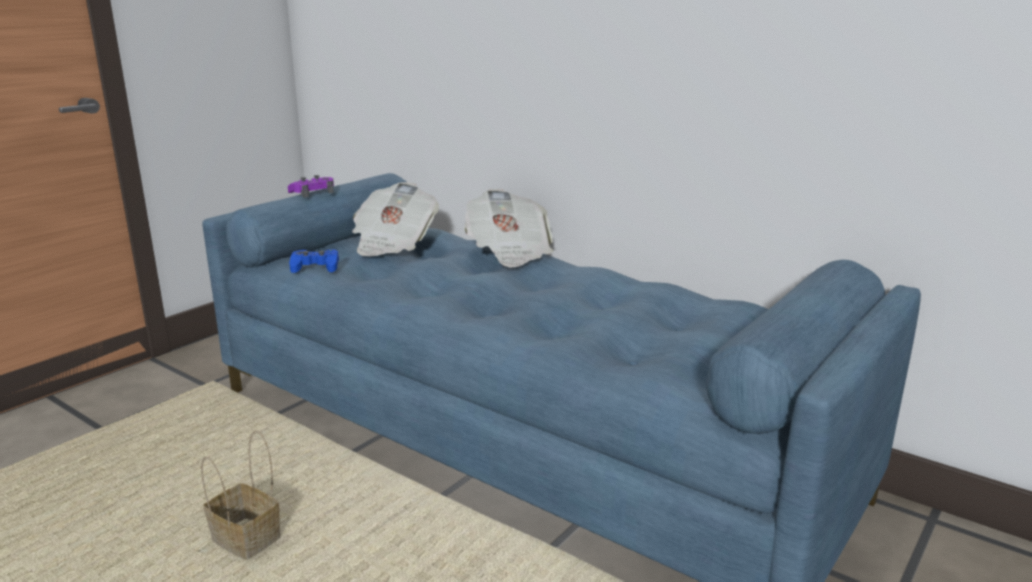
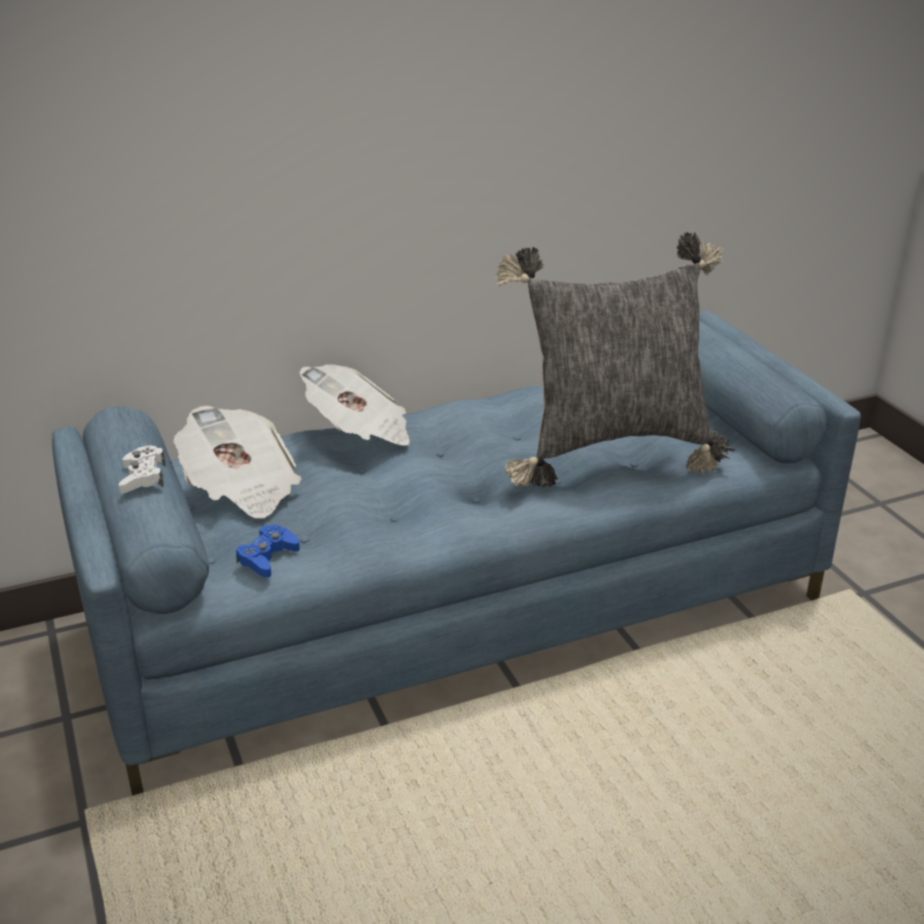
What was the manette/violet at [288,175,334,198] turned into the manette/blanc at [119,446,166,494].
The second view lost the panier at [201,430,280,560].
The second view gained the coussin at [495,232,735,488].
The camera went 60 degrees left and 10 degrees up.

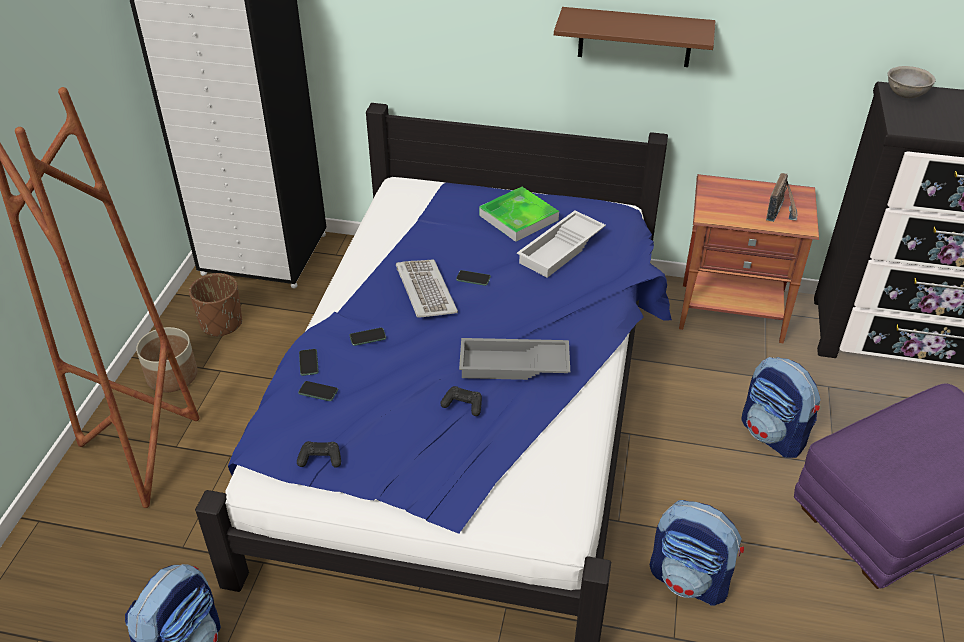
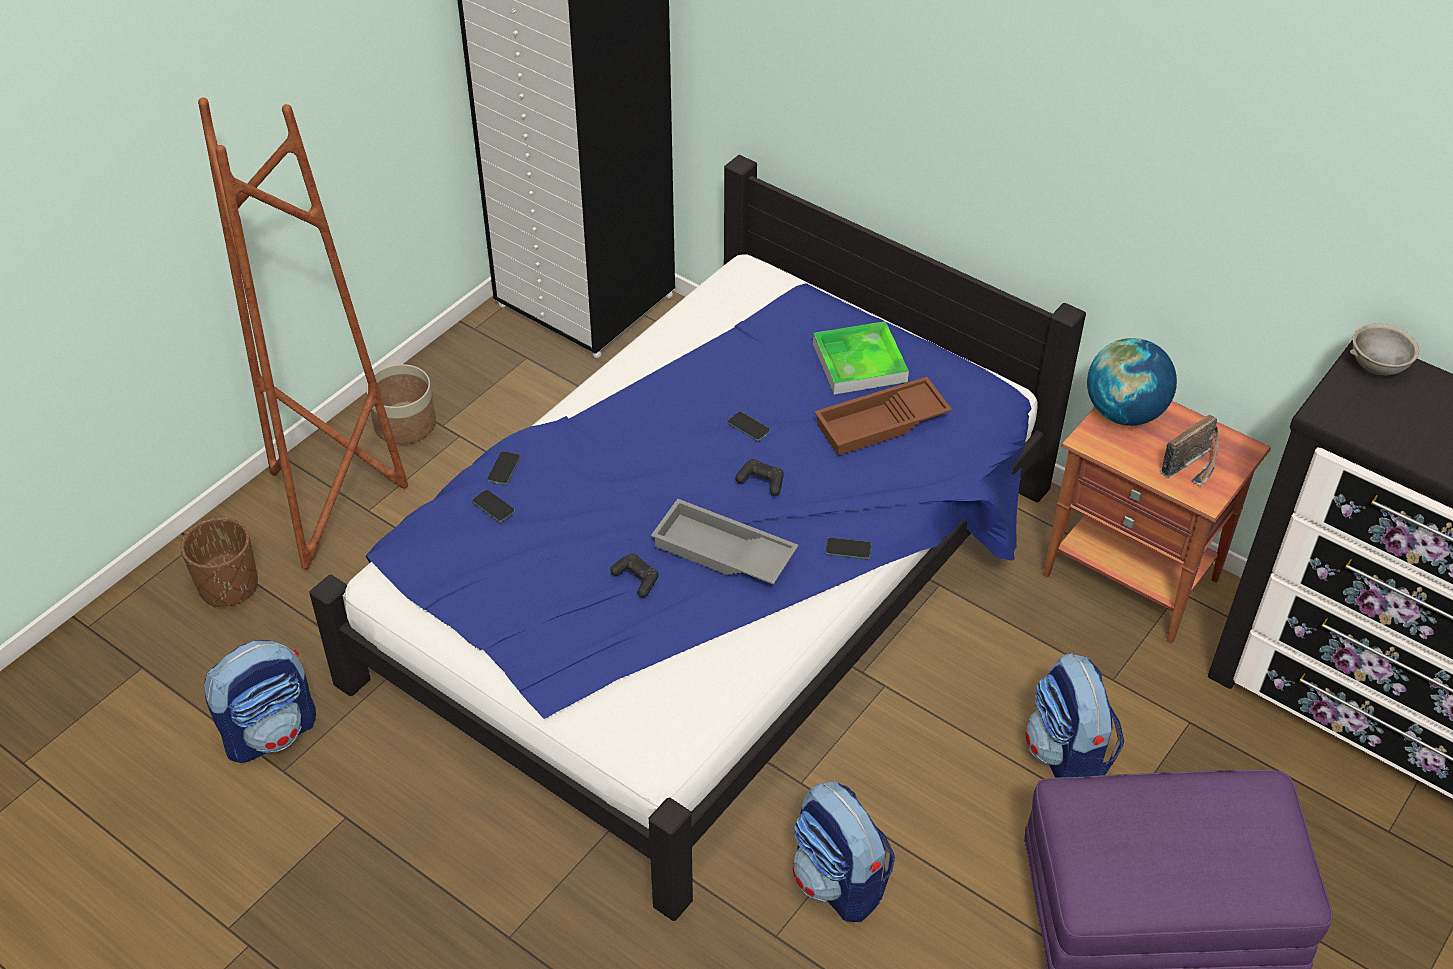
The second view lost the étagère/marron at [554,7,715,67].
What was the plateau/blanc at [517,211,606,278] turned into the plateau/marron at [814,377,952,456].
The second view lost the clavier at [396,259,458,318].
The cache-pot/marron ended up elsewhere, having gone from [189,273,242,338] to [180,517,258,607].
The téléphone ended up elsewhere, having gone from [349,328,386,346] to [825,537,872,559].
The manette/noir ended up elsewhere, having gone from [297,441,341,467] to [735,459,784,496].
The second view gained the globe at [1087,338,1177,426].
The camera went 25 degrees right and 5 degrees up.

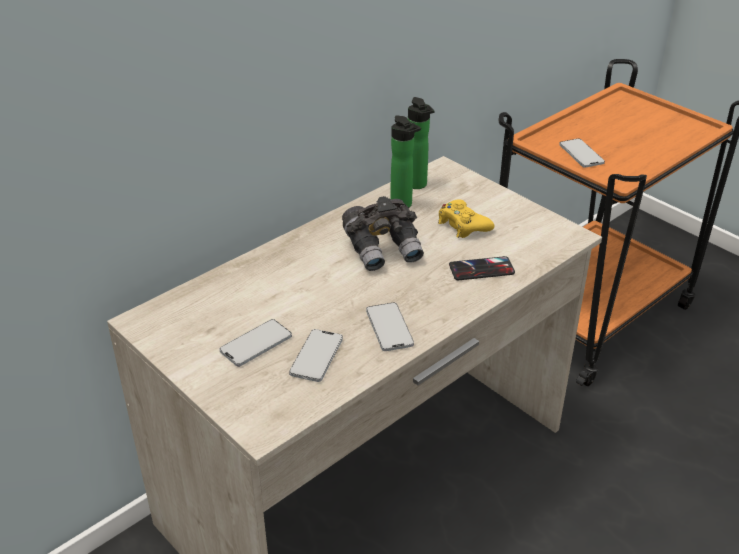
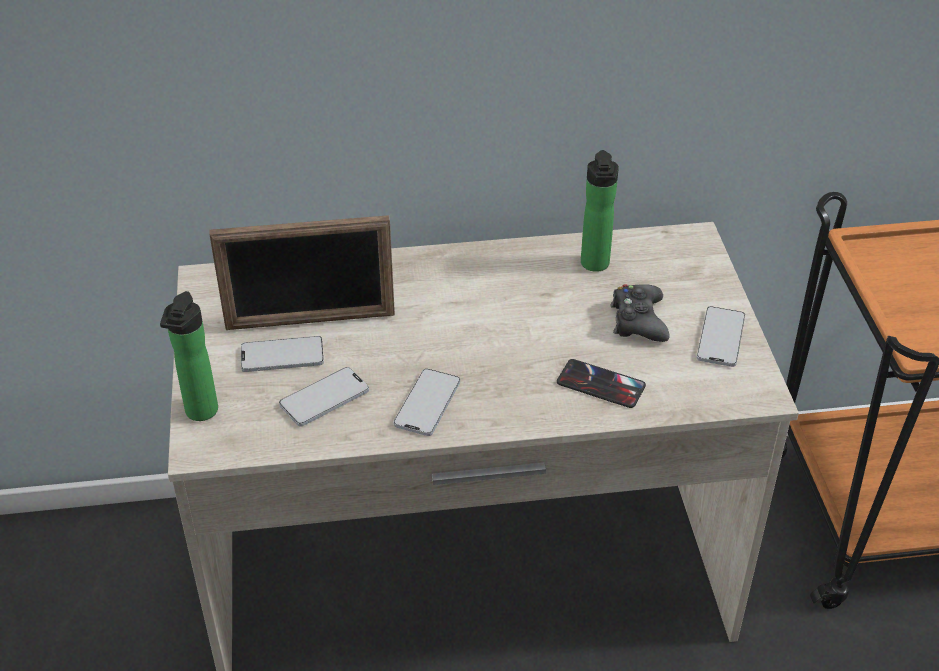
The bouteille ended up elsewhere, having gone from [408,97,435,189] to [160,291,218,421].
The téléphone ended up elsewhere, having gone from [559,138,605,168] to [697,306,745,367].
The second view lost the jumelles/gris at [342,196,424,271].
What was the manette/jaune at [438,199,494,238] turned into the manette/noir at [610,284,670,342].
The second view gained the cadre photo at [209,215,395,330].
The camera went 35 degrees right and 5 degrees up.

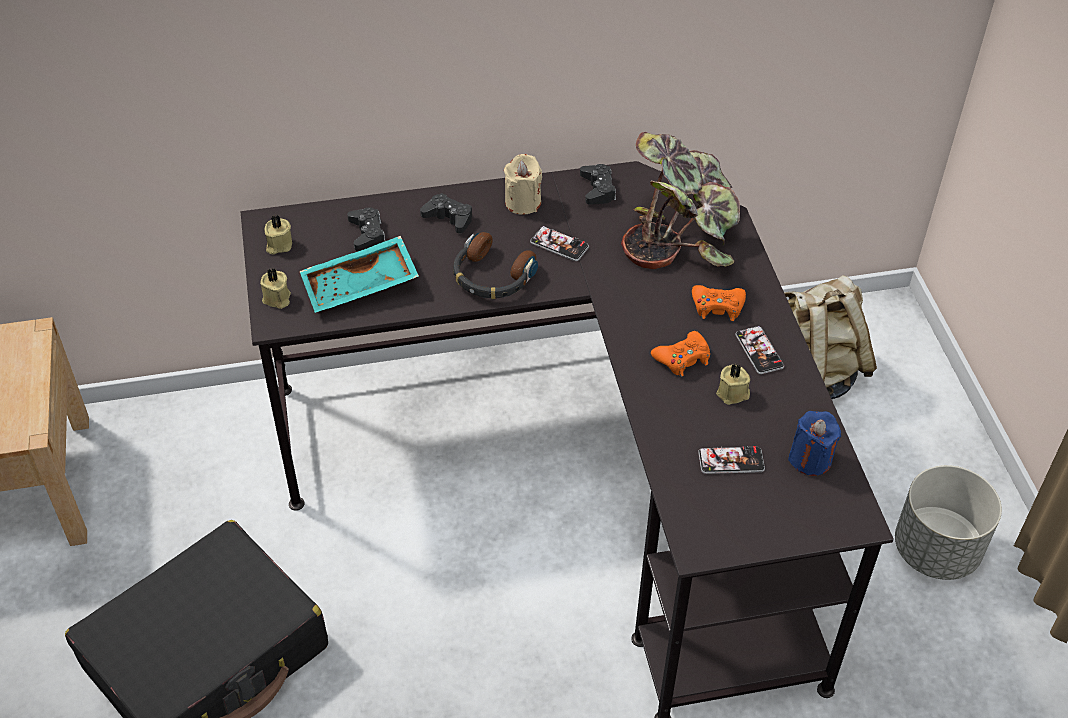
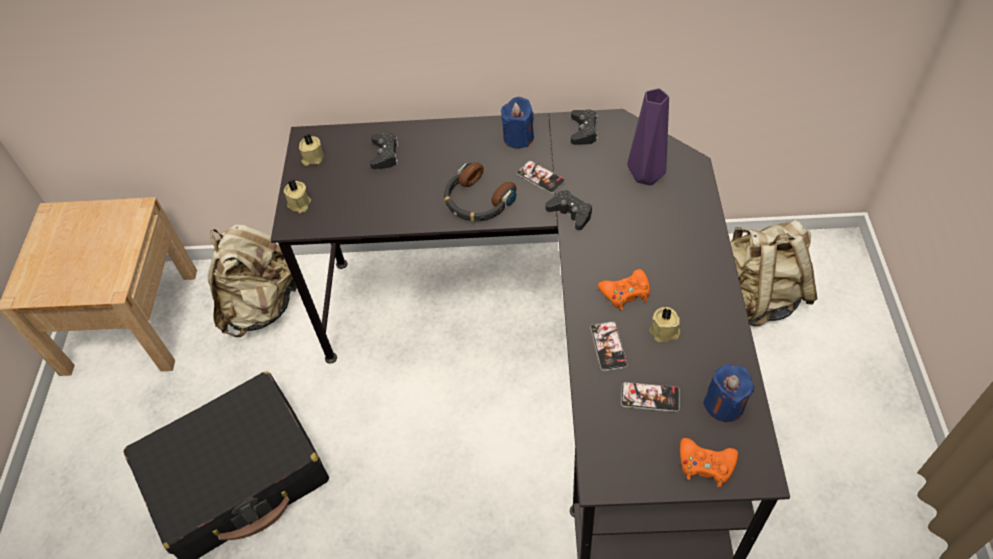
Where the plante en pot stood at [621,132,740,269], the vase/violet came to stand at [627,88,669,185].
What was the bougie/beige at [504,154,542,215] turned into the bougie/bleu at [501,97,534,148].
The manette/noir ended up elsewhere, having gone from [420,193,472,233] to [545,190,592,230].
The second view lost the plateau/turquoise at [300,236,419,313].
The manette/orange ended up elsewhere, having gone from [692,285,746,321] to [680,438,738,487].
The téléphone ended up elsewhere, having gone from [735,326,784,374] to [590,321,628,371].
The second view lost the cache-pot/gris at [895,465,1002,580].
The second view gained the sac à dos/beige at [208,224,297,337].
The camera went 15 degrees right and 5 degrees up.

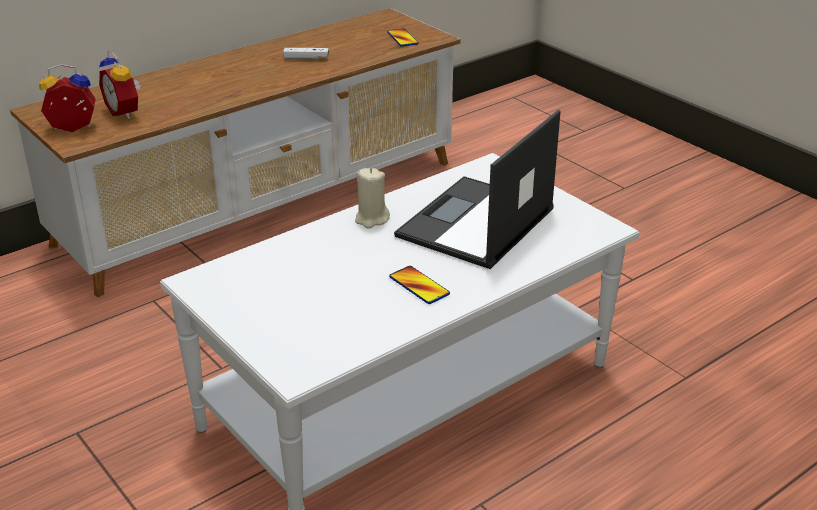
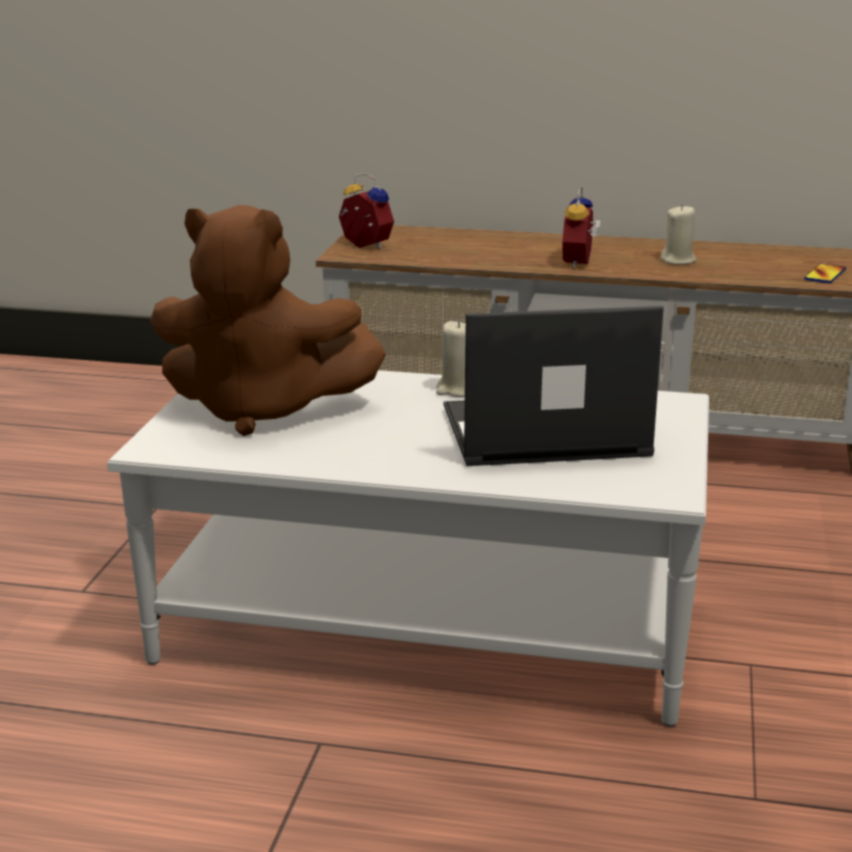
Where the manette/blanc stood at [283,48,329,59], the bougie/beige came to stand at [660,204,696,265].
The réveil ended up elsewhere, having gone from [99,51,141,119] to [562,187,601,268].
The second view lost the téléphone at [389,266,450,304].
The second view gained the peluche/marron at [150,205,386,436].
The camera went 50 degrees right and 10 degrees down.

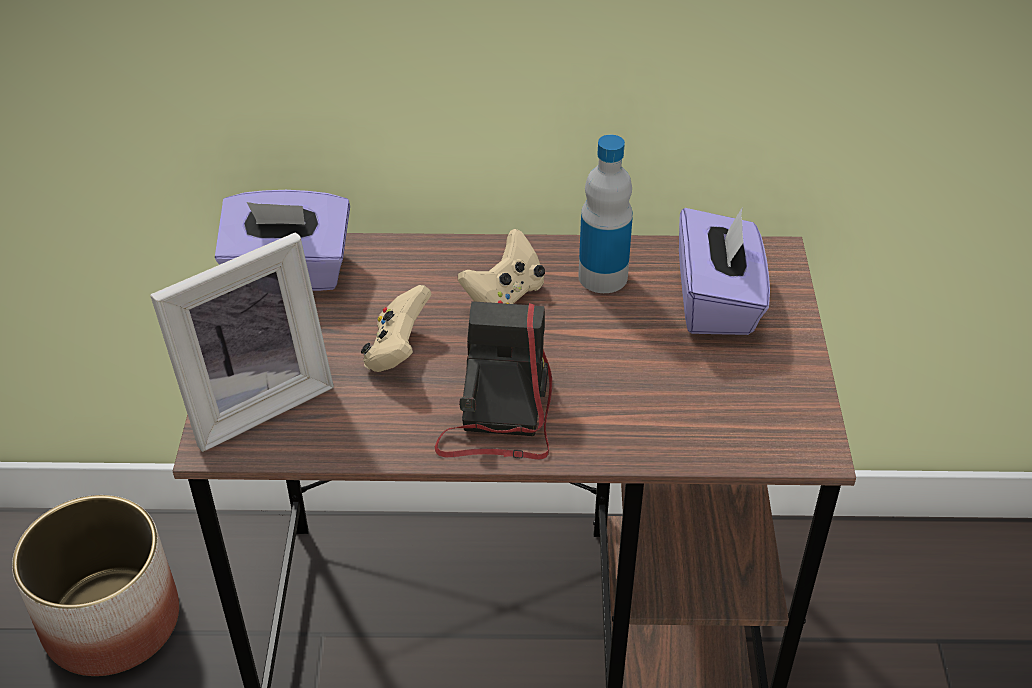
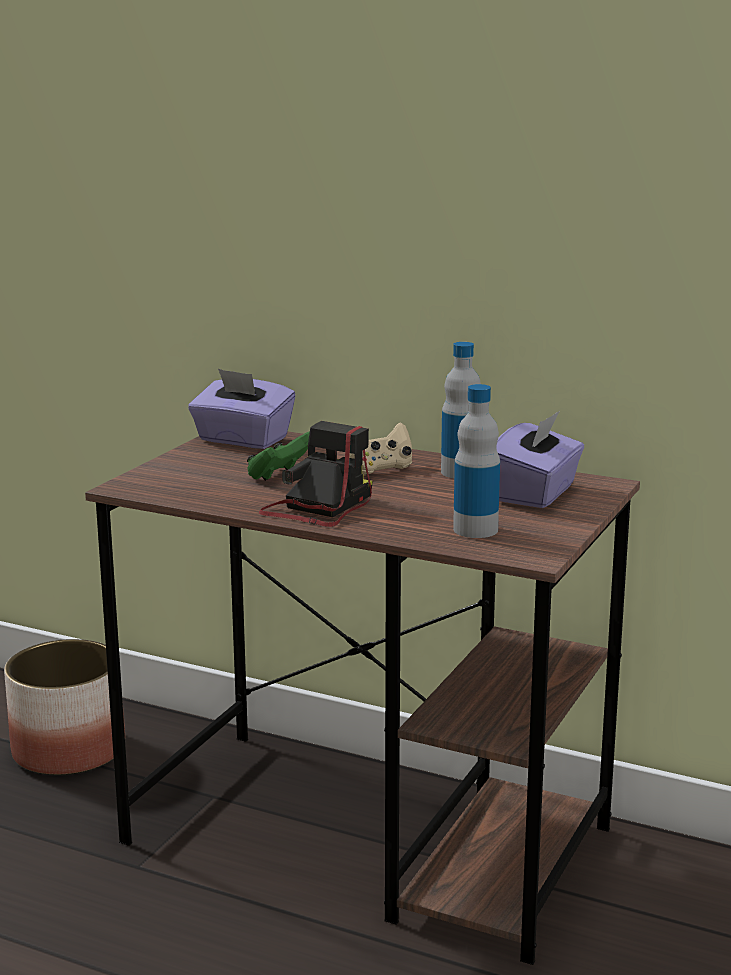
The second view lost the cadre photo at [150,232,334,452].
What was the manette/beige at [361,285,432,372] turned into the manette/vert at [247,432,310,481].
The second view gained the bouteille at [453,384,500,538].
The camera went 25 degrees right and 25 degrees down.

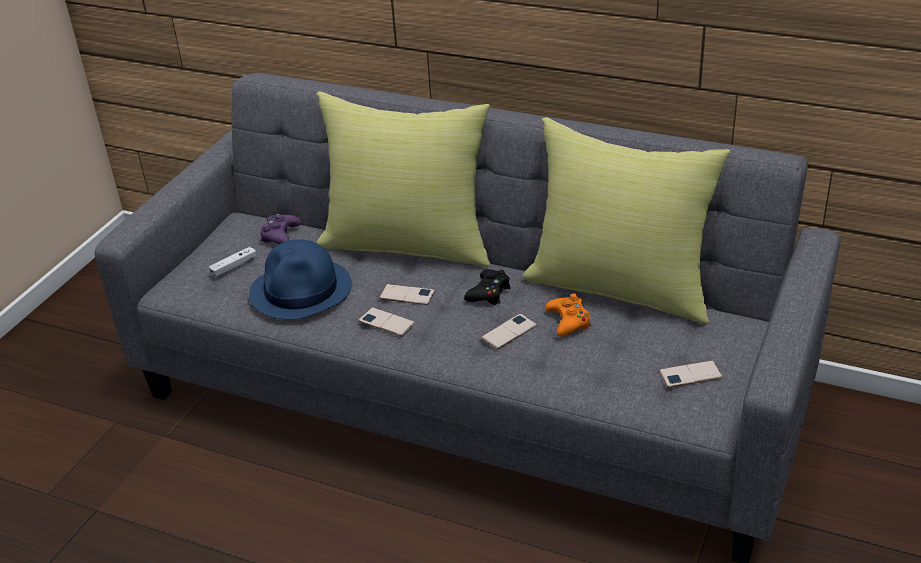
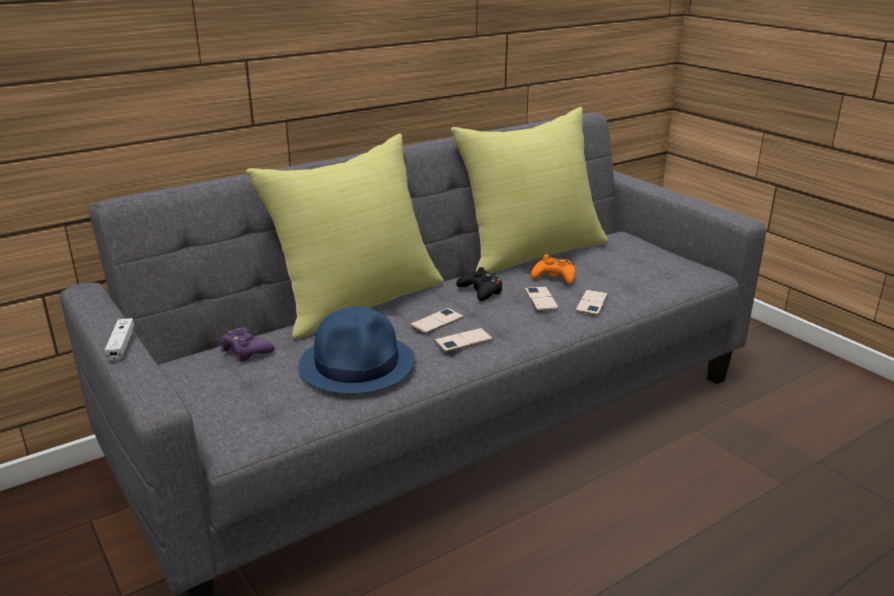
The manette/blanc ended up elsewhere, having gone from [209,247,257,278] to [105,318,134,361].
The téléphone ended up elsewhere, having gone from [659,361,723,388] to [575,290,608,315].
The camera went 60 degrees left and 10 degrees down.

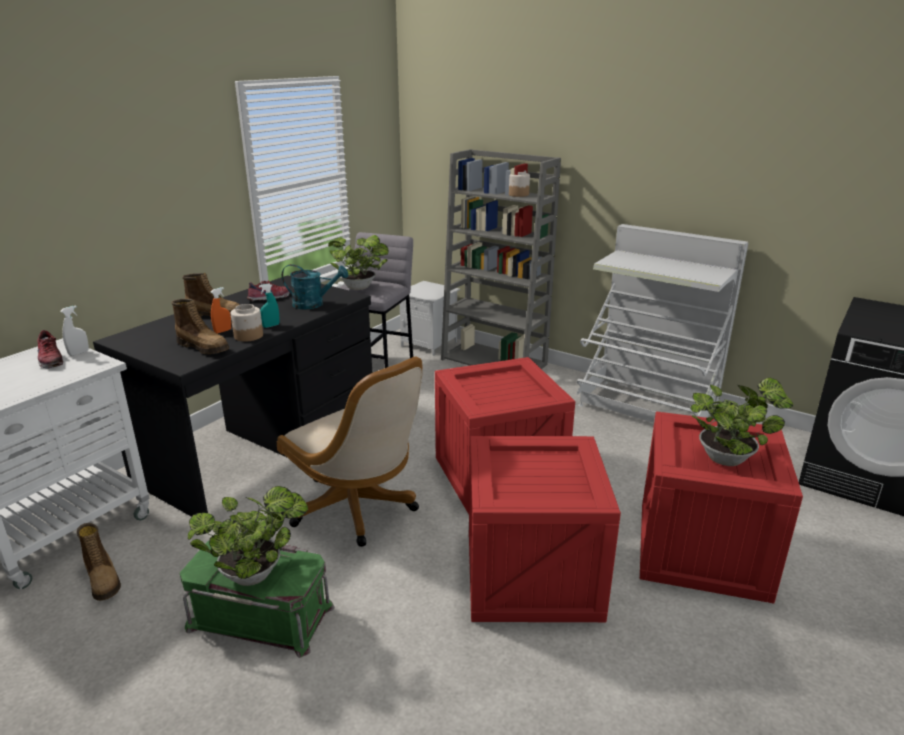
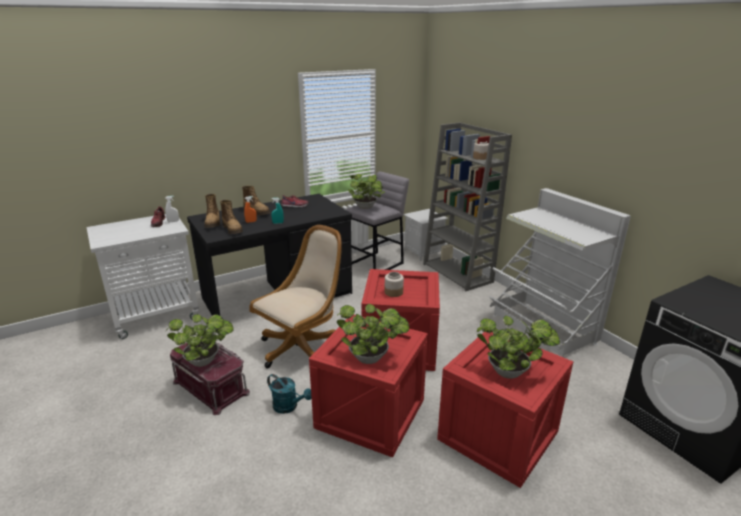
The arrosoir/turquoise ended up elsewhere, having gone from [282,264,348,309] to [267,374,312,414].
The bocal ended up elsewhere, having gone from [231,304,263,342] to [385,272,404,297].
The chaise de bureau at [277,356,422,547] ended up facing another way, 120 degrees counterclockwise from before.
The botte ended up elsewhere, having gone from [77,523,121,601] to [204,194,220,227].
What was the boîte de rangement/vert at [180,540,335,658] turned into the boîte de rangement/rouge at [170,337,250,415].
The second view gained the plante en pot at [336,304,409,364].
The camera went 25 degrees right and 0 degrees up.

